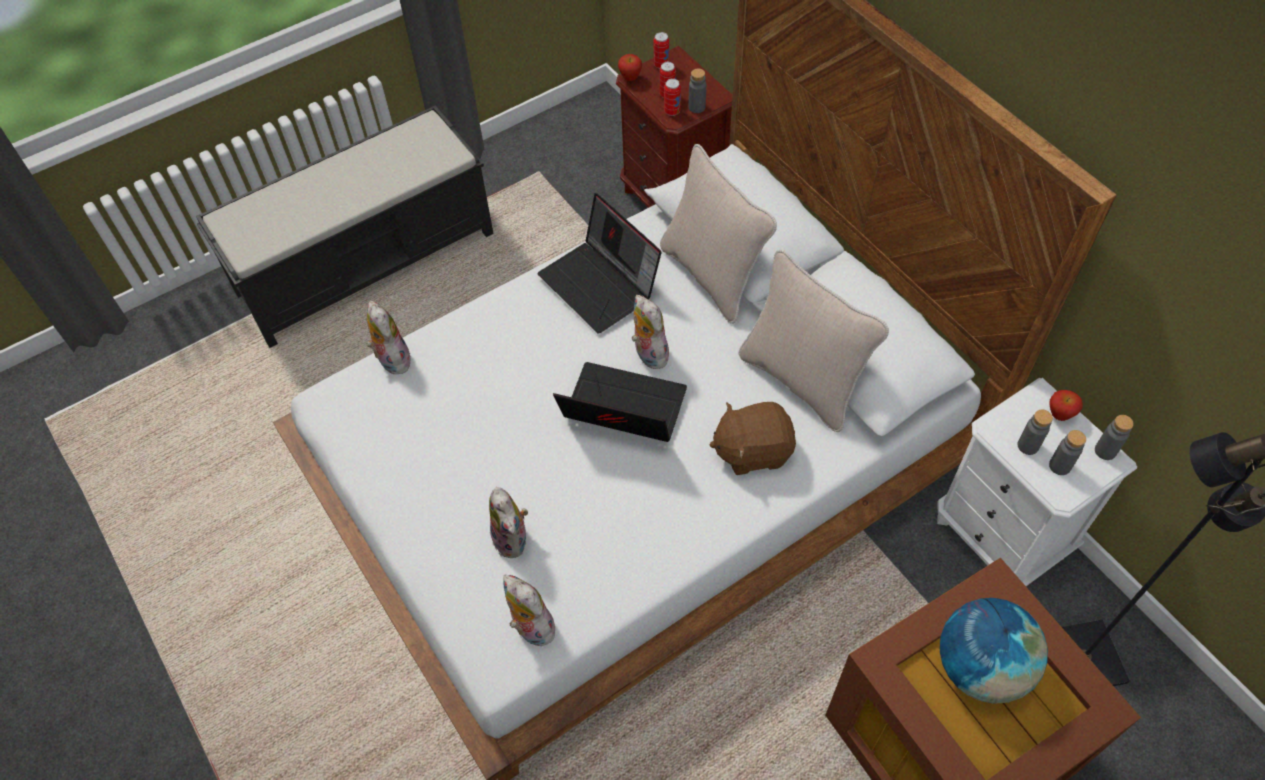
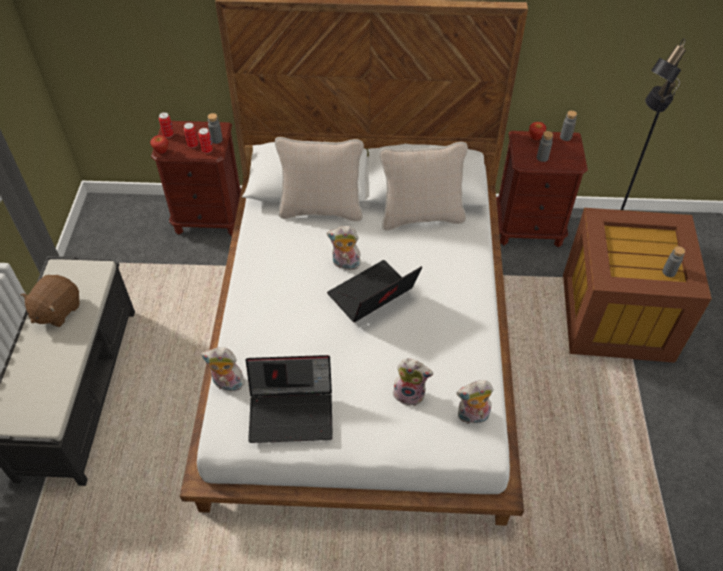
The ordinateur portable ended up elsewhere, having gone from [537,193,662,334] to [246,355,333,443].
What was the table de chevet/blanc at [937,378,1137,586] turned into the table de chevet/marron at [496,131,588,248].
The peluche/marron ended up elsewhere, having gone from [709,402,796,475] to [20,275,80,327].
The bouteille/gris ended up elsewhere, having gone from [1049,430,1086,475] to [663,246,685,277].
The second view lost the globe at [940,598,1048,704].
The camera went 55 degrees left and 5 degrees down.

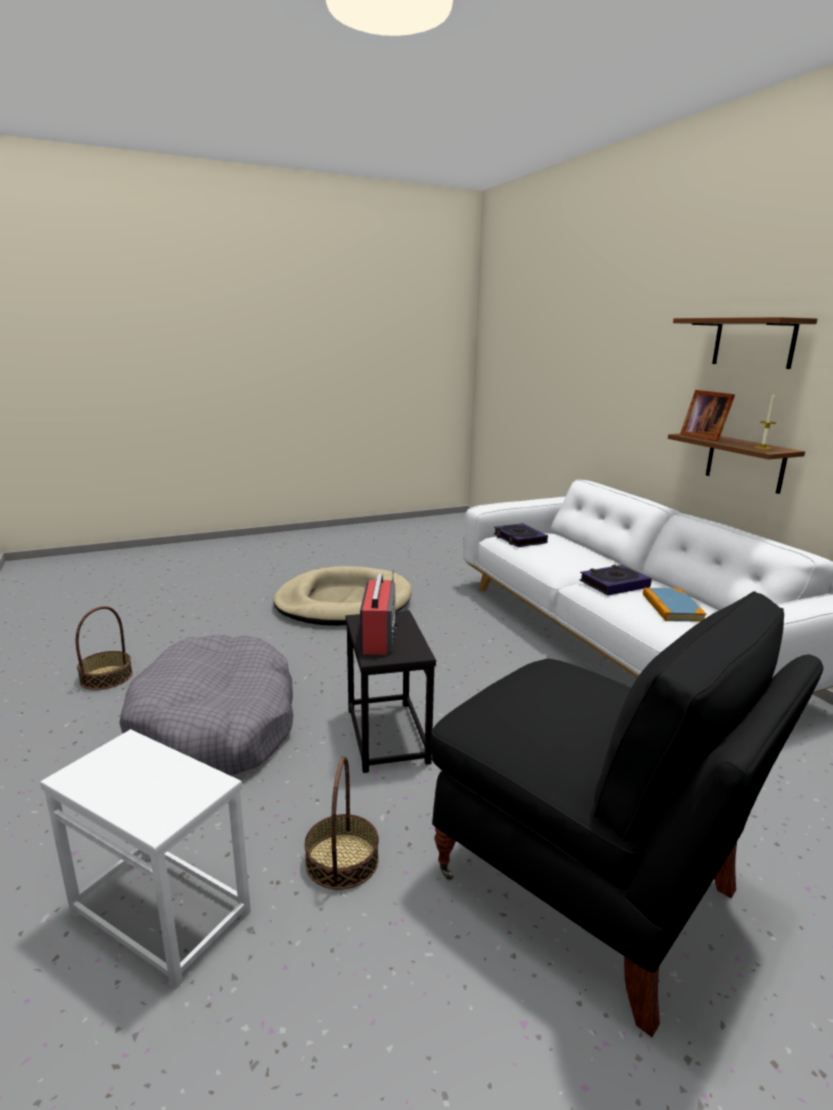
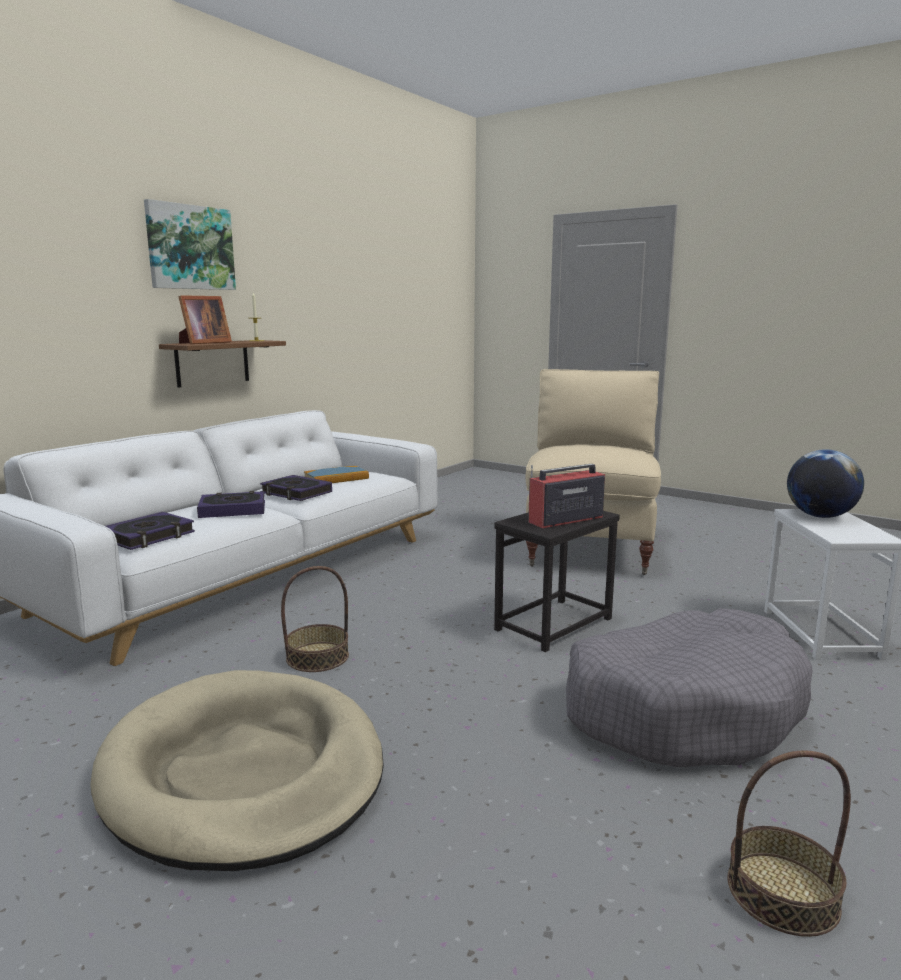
Where the étagère/marron hung at [673,317,817,369], the tableau came to hang at [144,199,236,290].
What was the fauteuil/noir at [431,591,823,1037] turned into the fauteuil/beige at [526,369,661,575].
The panier ended up elsewhere, having gone from [304,757,379,890] to [281,566,349,672].
The second view gained the globe at [787,449,864,518].
The second view gained the livre at [197,491,265,518].
The camera went 120 degrees left and 5 degrees down.

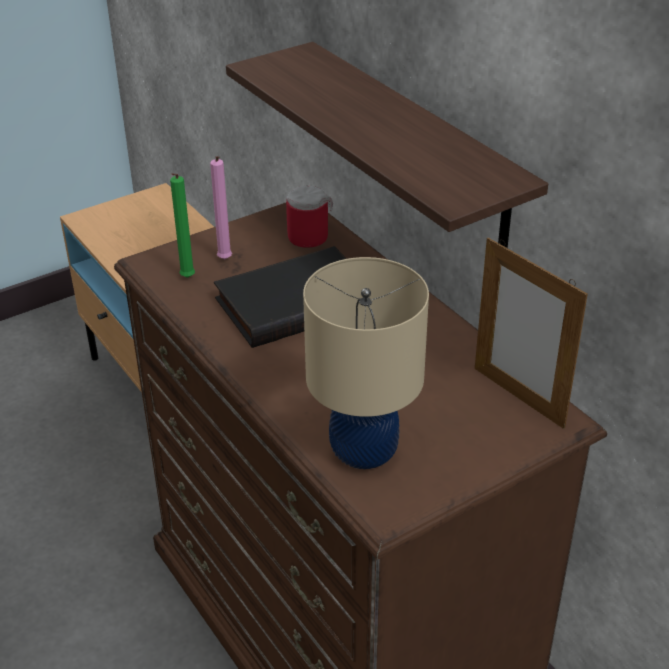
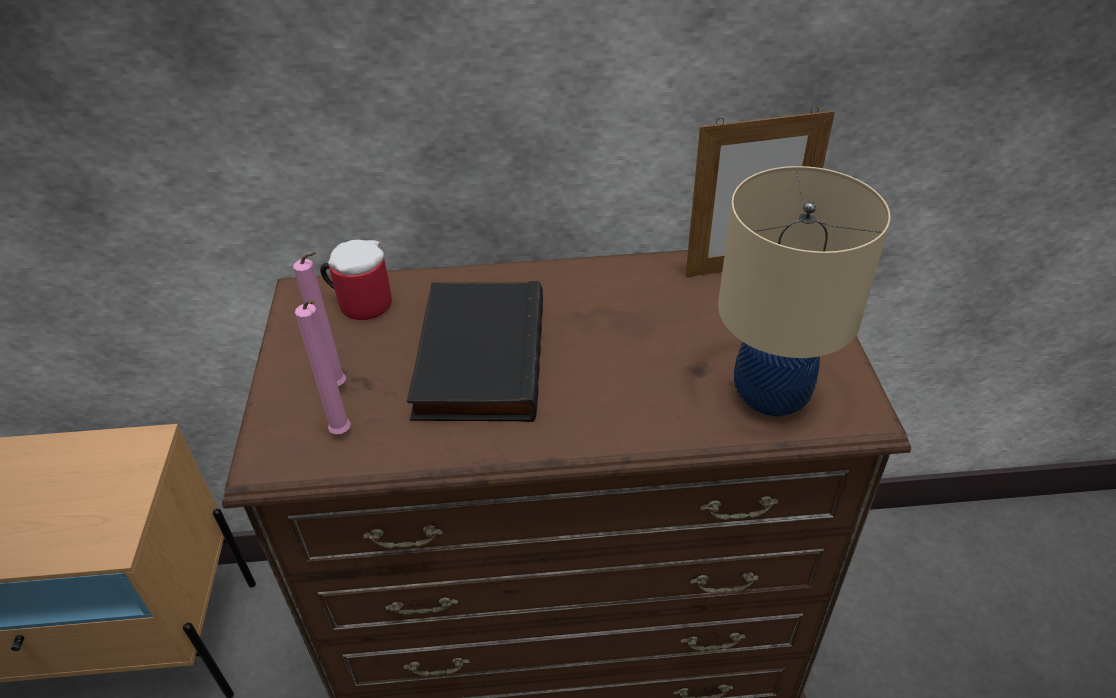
The second view lost the étagère at [226,42,548,248].
What was the bougie/vert at [170,173,195,278] turned into the bougie/rose at [295,300,351,434].
The camera went 60 degrees left and 5 degrees up.

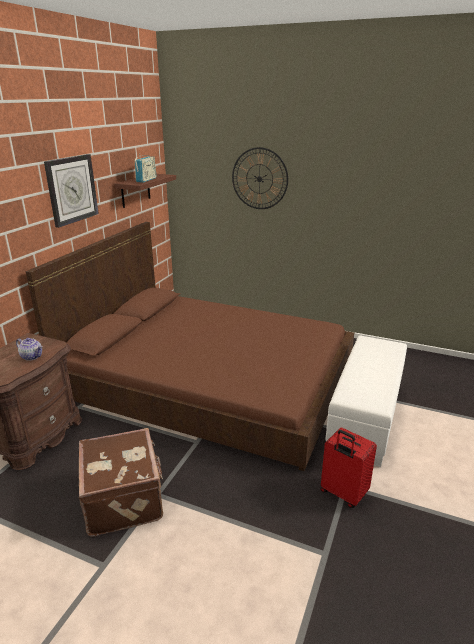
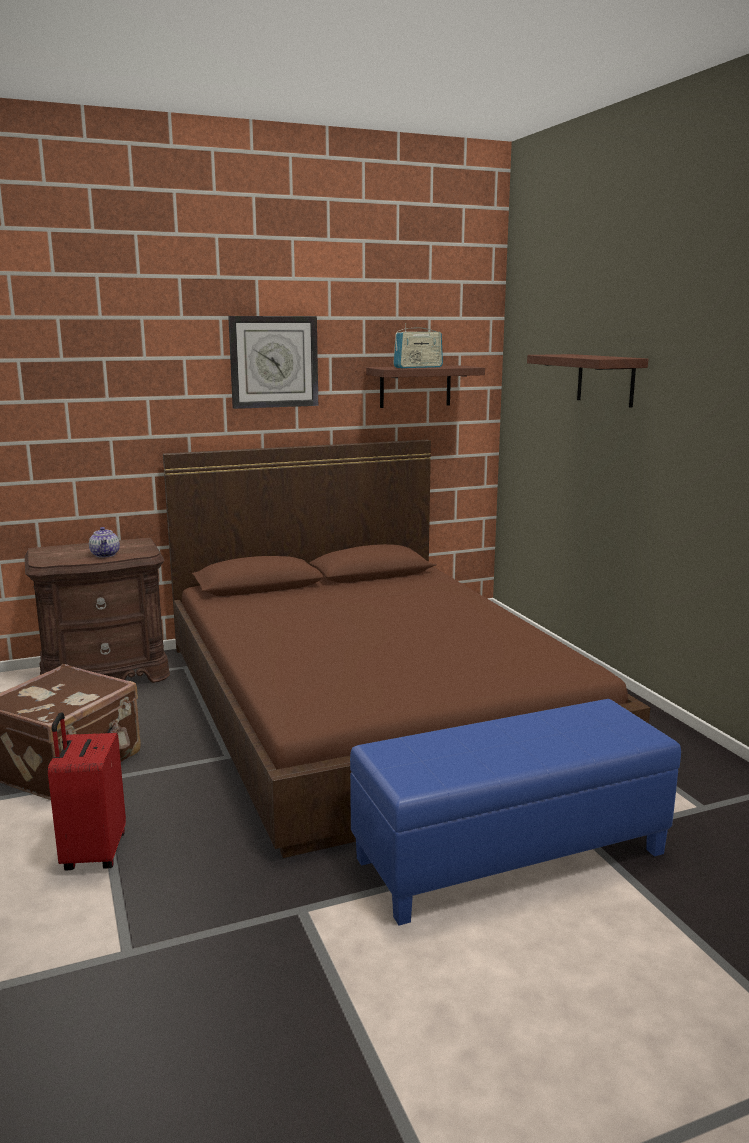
Where the horloge murale hung at [232,147,288,209], the étagère came to hang at [527,354,648,408].
What was the pouf/blanc at [325,335,407,467] turned into the pouf/bleu at [350,699,681,926].
The valise/rouge ended up elsewhere, having gone from [321,428,377,508] to [48,712,126,870].
The camera went 45 degrees right and 10 degrees down.

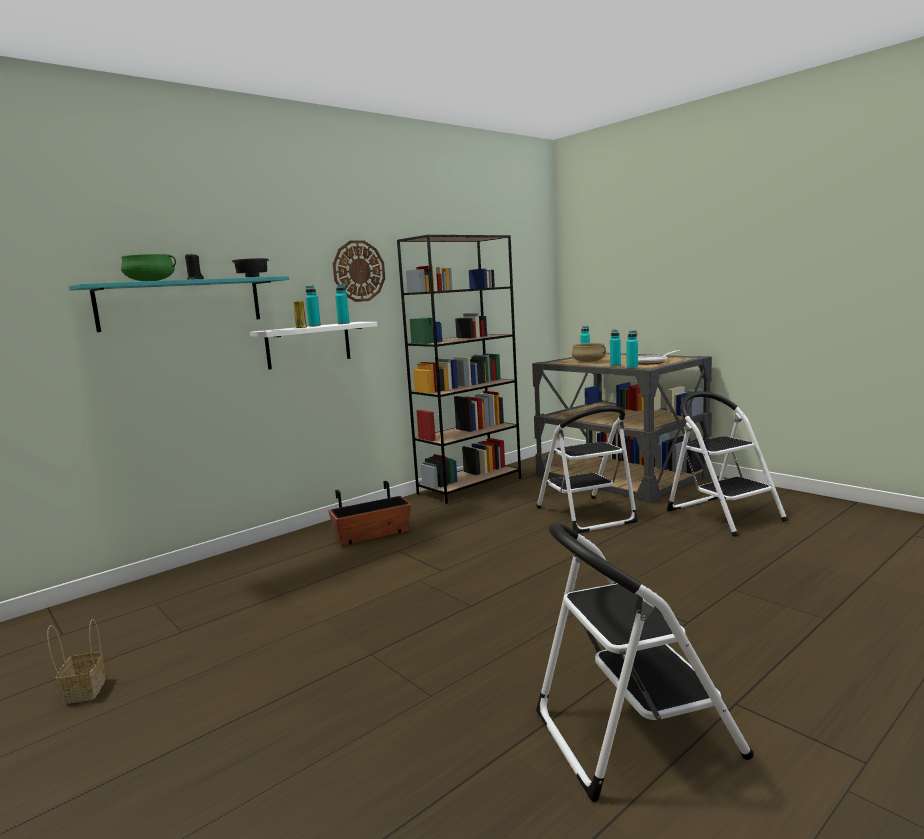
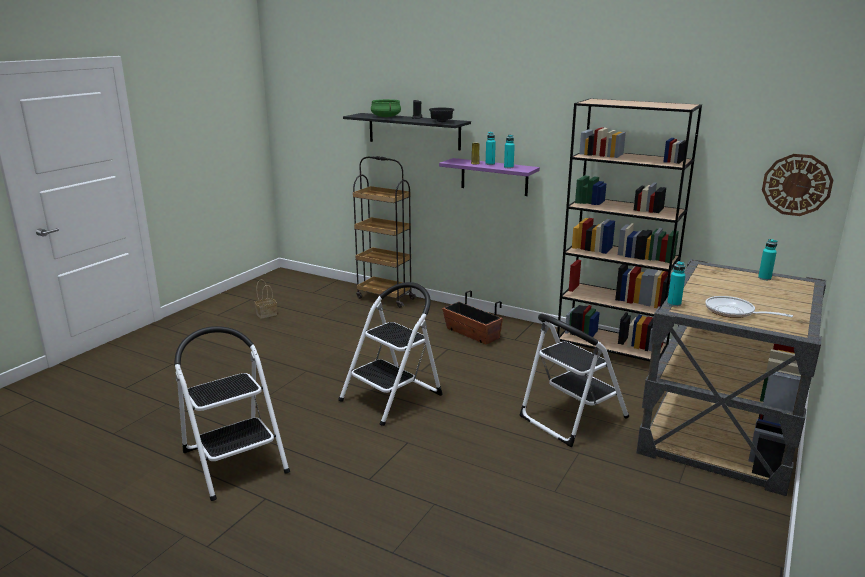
The horloge murale ended up elsewhere, having gone from [333,240,385,302] to [762,154,833,216].
What was the étagère/turquoise at [69,276,289,332] turned into the étagère/noir at [343,113,471,150].
What was the étagère/blanc at [250,322,377,369] turned into the étagère/violet at [439,158,540,196].
The second view lost the bouteille/turquoise at [610,329,621,366].
The second view lost the marmite/beige at [572,343,606,362].
The escabeau ended up elsewhere, having gone from [667,391,788,536] to [338,282,442,426].
The second view gained the chariot/marron at [353,156,417,308].
The camera went 70 degrees right and 10 degrees up.

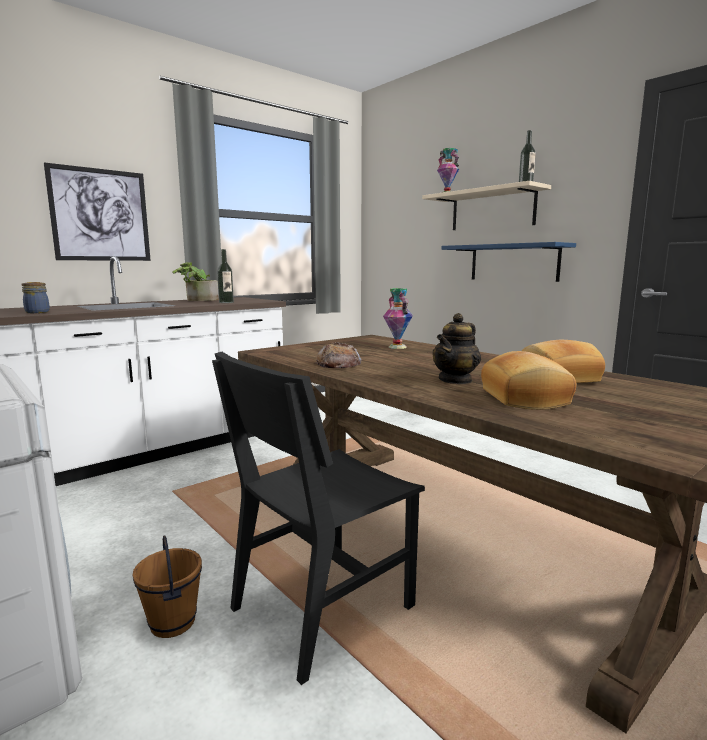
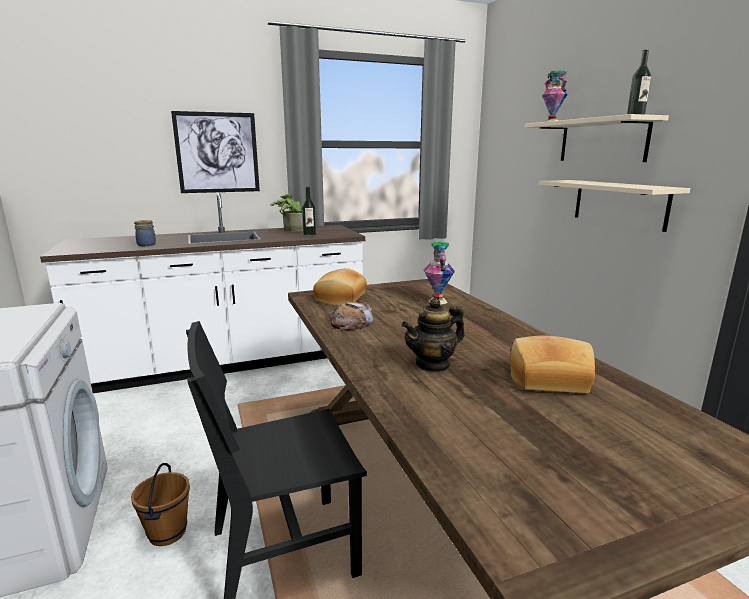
What was the étagère/bleu at [441,242,576,282] turned into the étagère/beige at [538,180,690,232].
The pain ended up elsewhere, having gone from [481,351,576,410] to [313,268,367,305].
The camera went 20 degrees right and 5 degrees up.

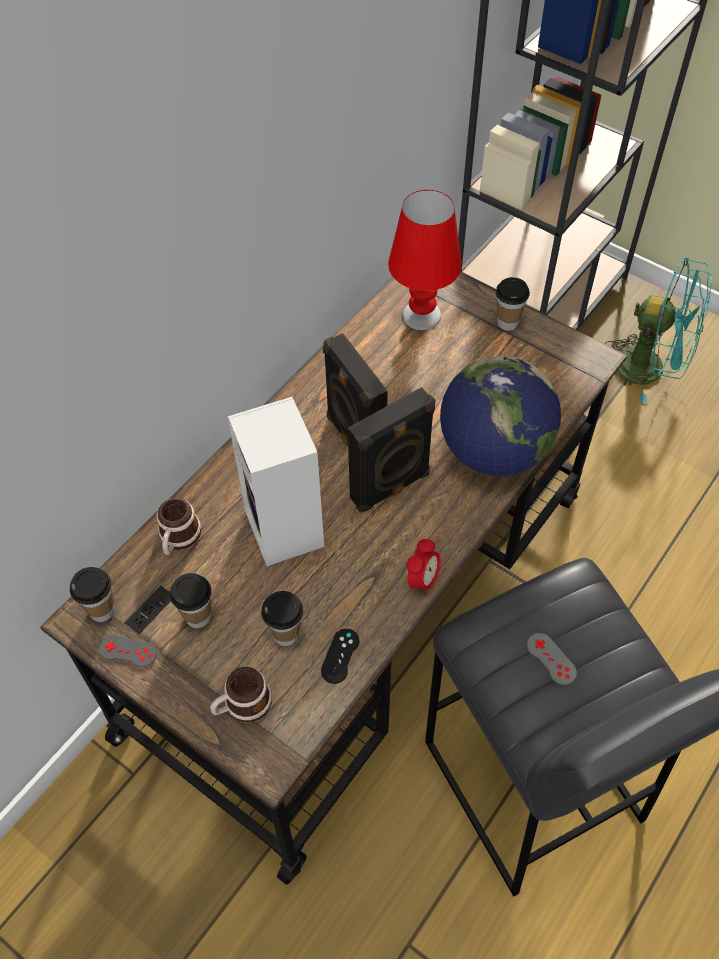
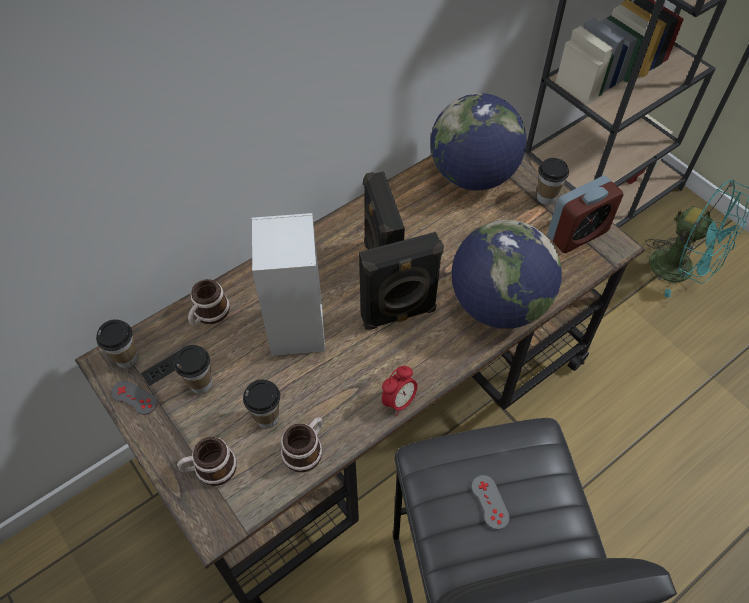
Where the lampe de table/rouge stood at [388,190,462,330], the globe came to stand at [430,93,526,190].
Where the manette/noir stood at [321,629,359,684], the mug came to stand at [281,417,323,473].
The second view gained the réveil at [547,176,623,253].
The camera went 15 degrees right and 0 degrees up.

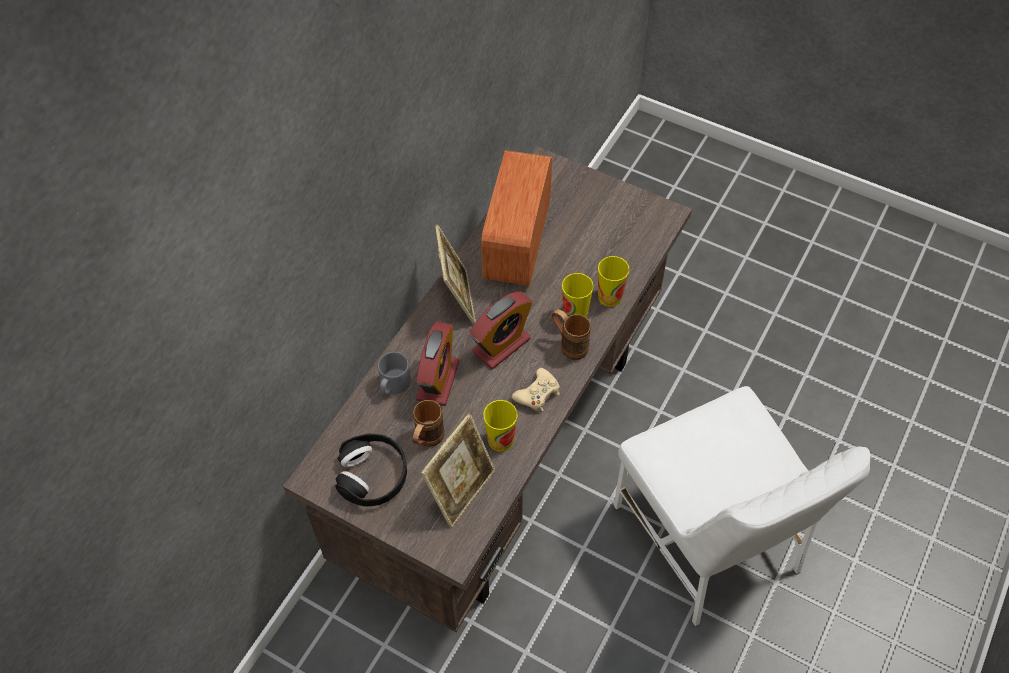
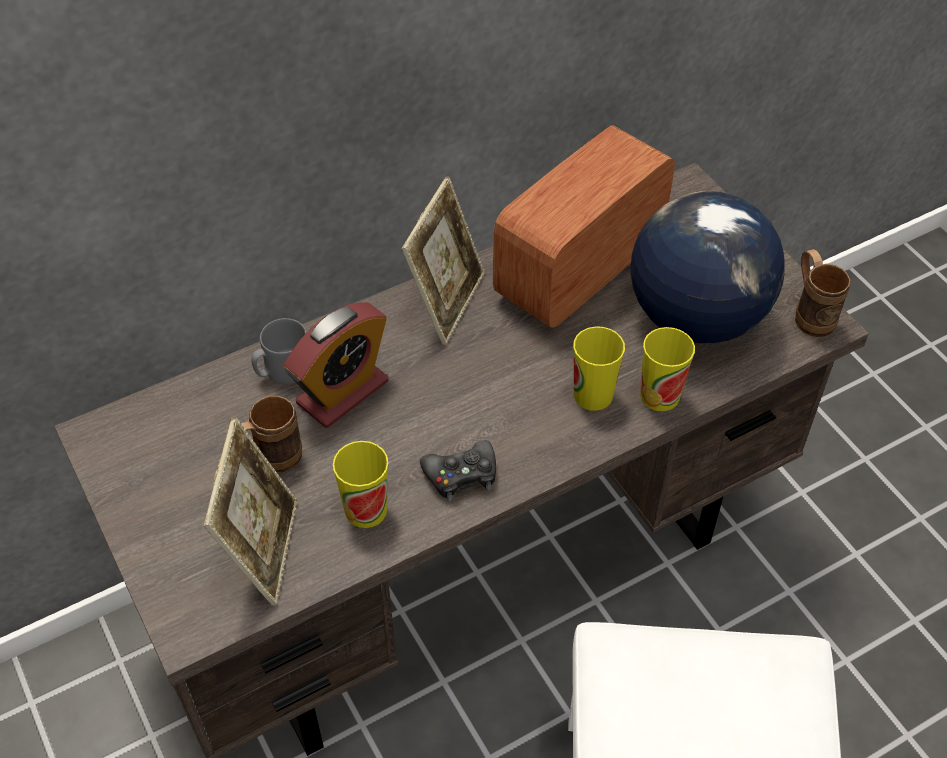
The second view lost the réveil at [469,292,533,369].
The mug/marron ended up elsewhere, having gone from [552,309,591,360] to [795,249,851,337].
What was the manette/beige at [512,368,560,412] turned into the manette/noir at [420,440,496,501].
The cadre photo at [421,413,495,528] ended up facing another way, 60 degrees counterclockwise from before.
The second view lost the casque audio/noir at [335,434,407,506].
The second view gained the globe at [631,191,785,343].
The camera went 30 degrees right and 5 degrees down.

